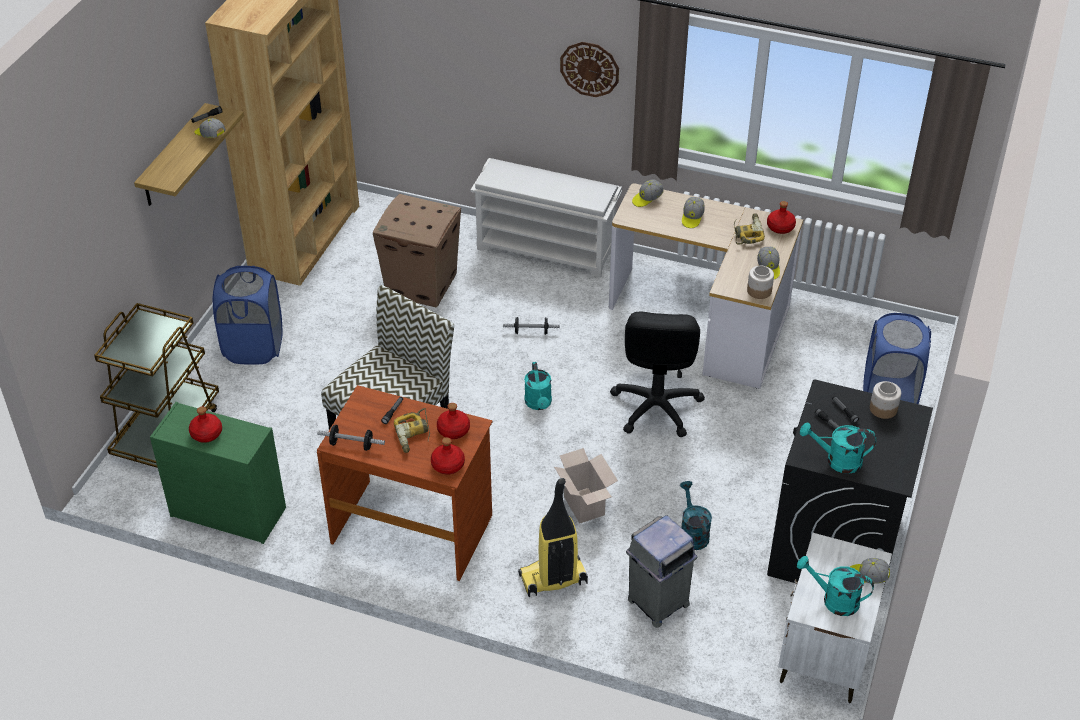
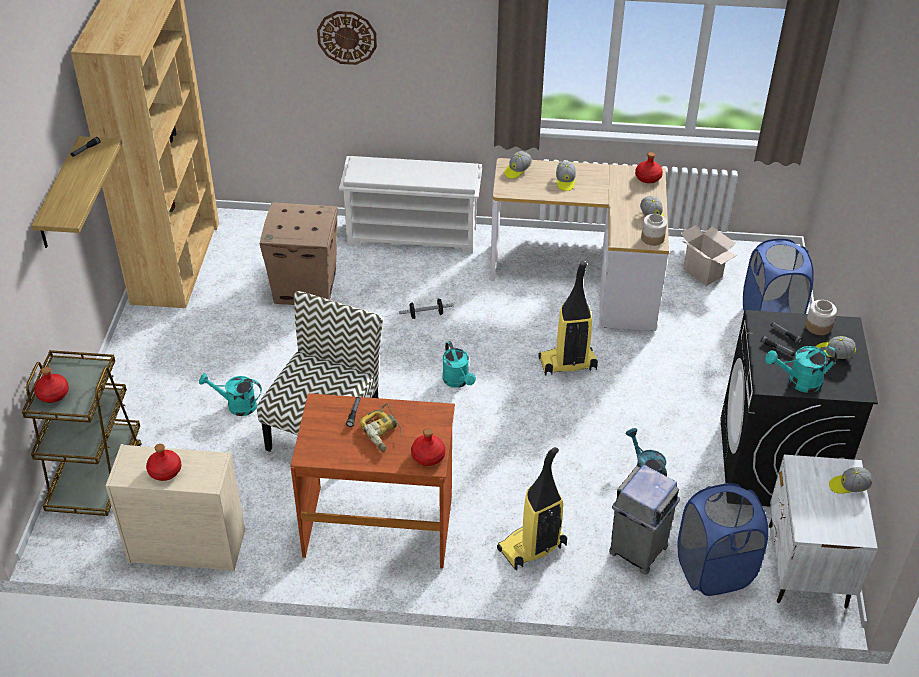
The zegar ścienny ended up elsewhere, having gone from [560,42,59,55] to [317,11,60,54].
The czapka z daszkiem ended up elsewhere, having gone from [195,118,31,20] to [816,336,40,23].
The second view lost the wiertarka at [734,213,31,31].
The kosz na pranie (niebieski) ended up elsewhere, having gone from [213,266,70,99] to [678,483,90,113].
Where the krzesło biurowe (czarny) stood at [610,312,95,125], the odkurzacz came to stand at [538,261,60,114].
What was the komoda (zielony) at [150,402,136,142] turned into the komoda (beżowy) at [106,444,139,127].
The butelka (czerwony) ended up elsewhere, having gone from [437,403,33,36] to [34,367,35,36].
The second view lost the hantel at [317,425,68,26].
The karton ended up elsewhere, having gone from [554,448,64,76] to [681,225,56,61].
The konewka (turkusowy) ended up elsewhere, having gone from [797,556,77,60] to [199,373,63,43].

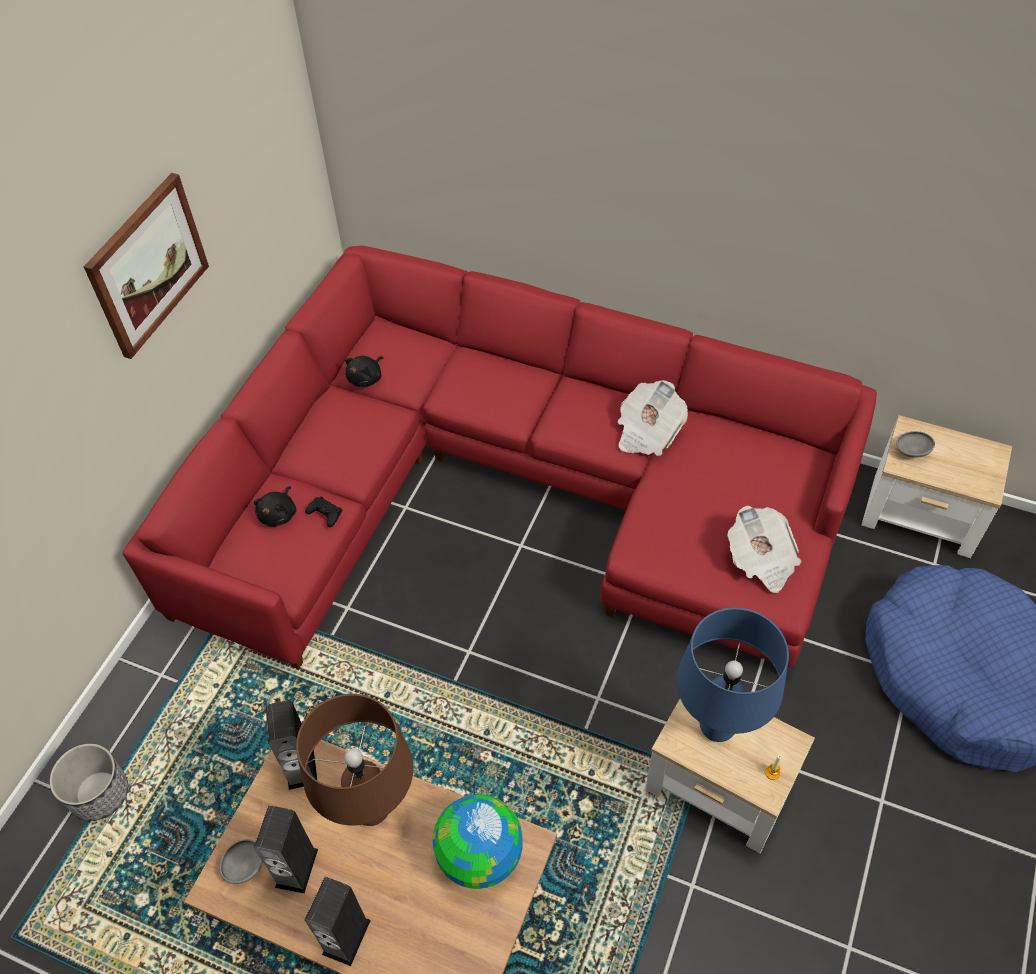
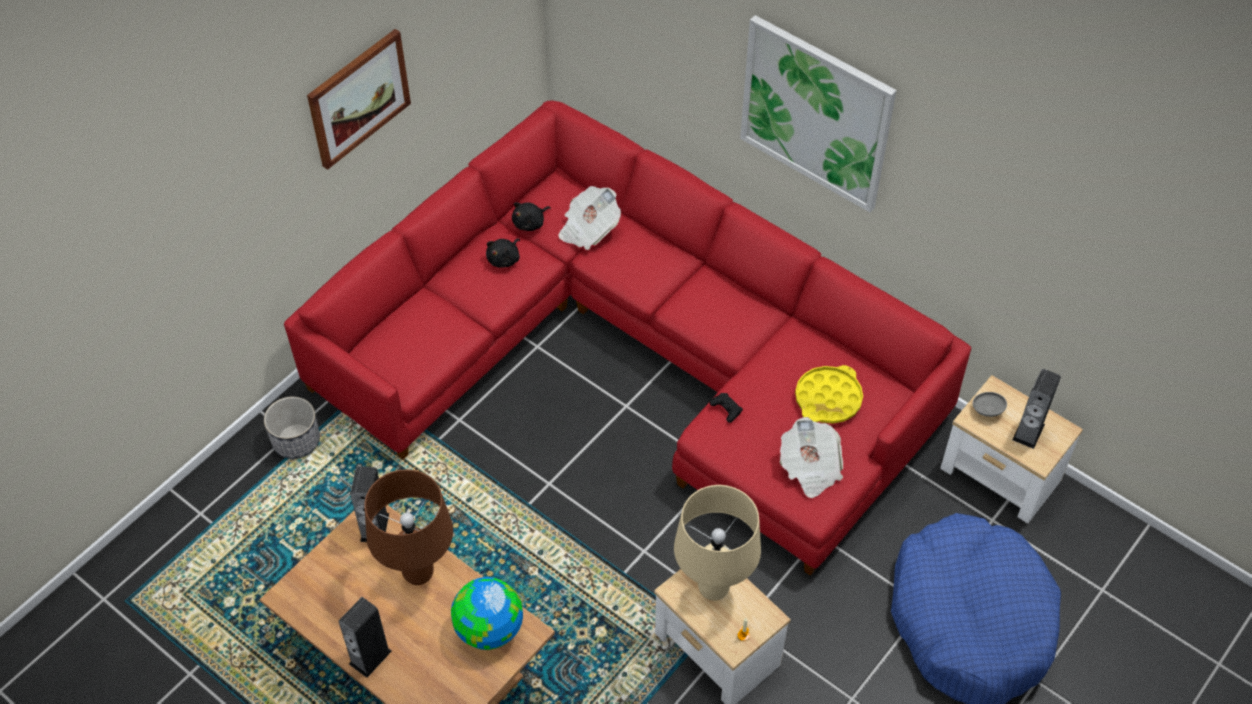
The gazeta ended up elsewhere, having gone from [618,380,70,76] to [558,186,63,64].
The pluszak (czarny) ended up elsewhere, having gone from [254,486,43,41] to [486,238,34,30].
The pad do gier (czarny) ended up elsewhere, having gone from [305,497,37,30] to [710,393,33,30].
What was the lampa stołowa (niebieski) at [677,608,112,134] turned into the lampa stołowa (beżowy) at [674,485,87,116].
The donica ended up elsewhere, having gone from [50,744,78,77] to [264,397,56,62].
The głośnik ended up elsewhere, having gone from [254,806,64,88] to [1012,369,49,80].
The second view lost the miska (szary) at [220,839,43,45].
The second view gained the obraz at [740,15,157,197].
The second view gained the taca (żółty) at [795,365,68,58].

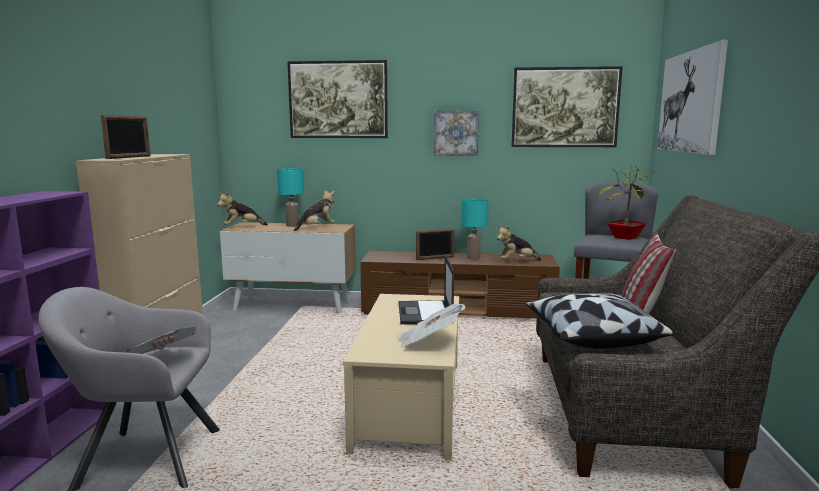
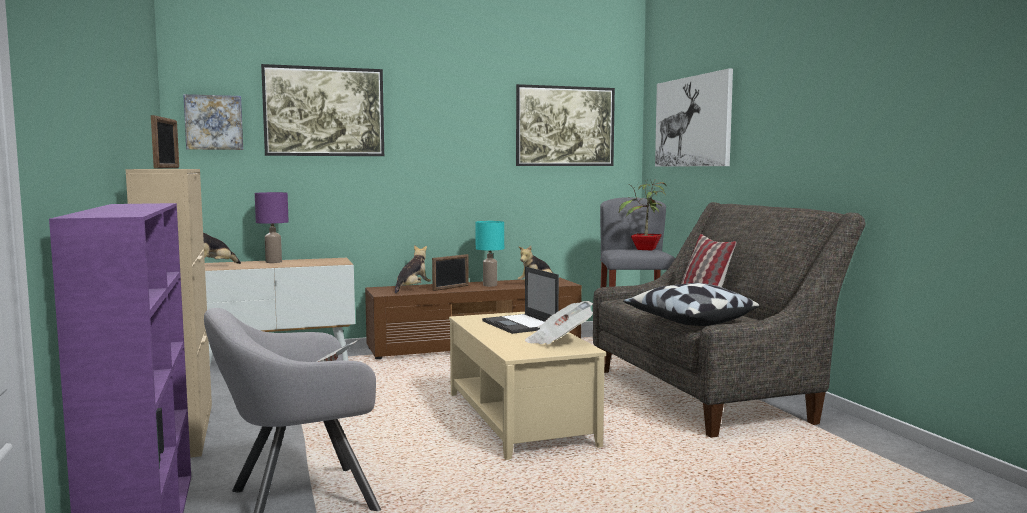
The obraz ended up elsewhere, having gone from [434,110,45,46] to [183,94,60,56].
What was the lampa stołowa (turkusowy) at [277,168,27,59] turned into the lampa stołowa (fioletowy) at [255,192,34,71].
The pluszak ended up elsewhere, having gone from [294,189,41,42] to [395,245,36,49].

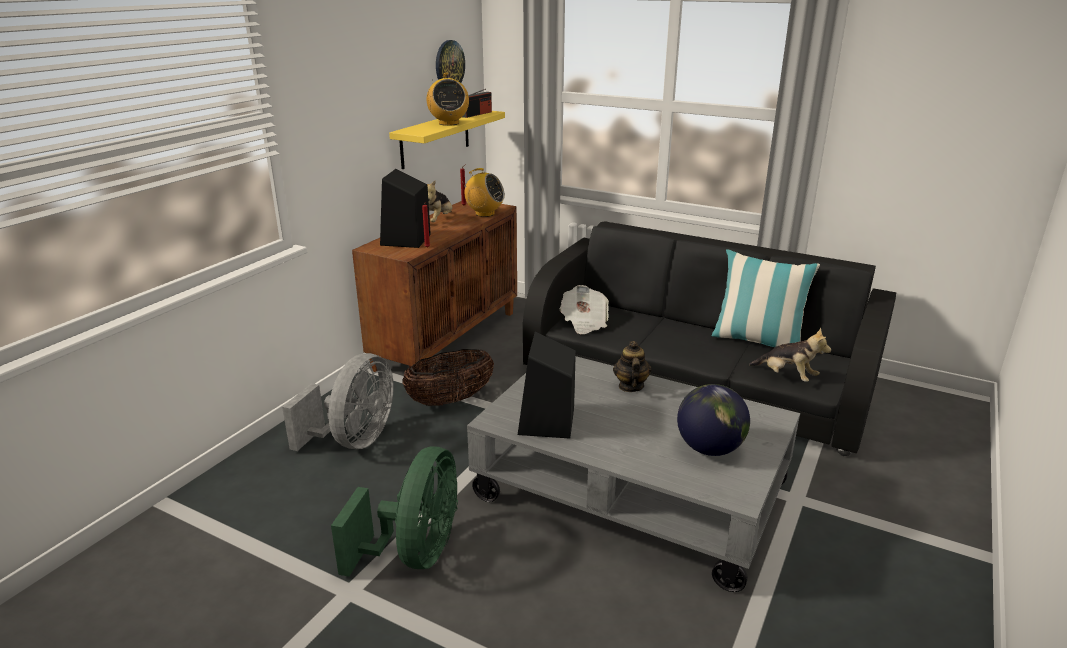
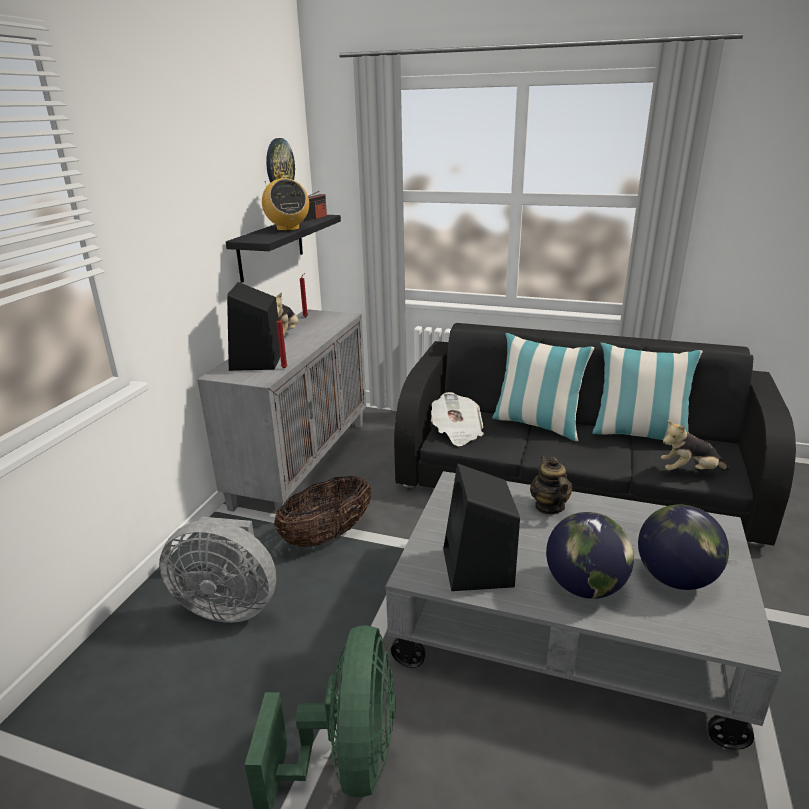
What was the półka (żółty) at [389,111,116,58] turned into the półka (czarny) at [226,215,115,68].
The second view lost the radio at [460,168,45,49].
What was the szafka (brązowy) at [352,201,165,171] turned into the szafka (szary) at [197,309,169,203].
The pluszak at [749,328,82,54] ended up facing another way, 150 degrees clockwise from before.
The wentylator (szary) at [282,353,112,98] ended up facing another way, 90 degrees clockwise from before.
The second view gained the poduszka at [492,333,102,108].
The second view gained the globus at [546,512,88,87].

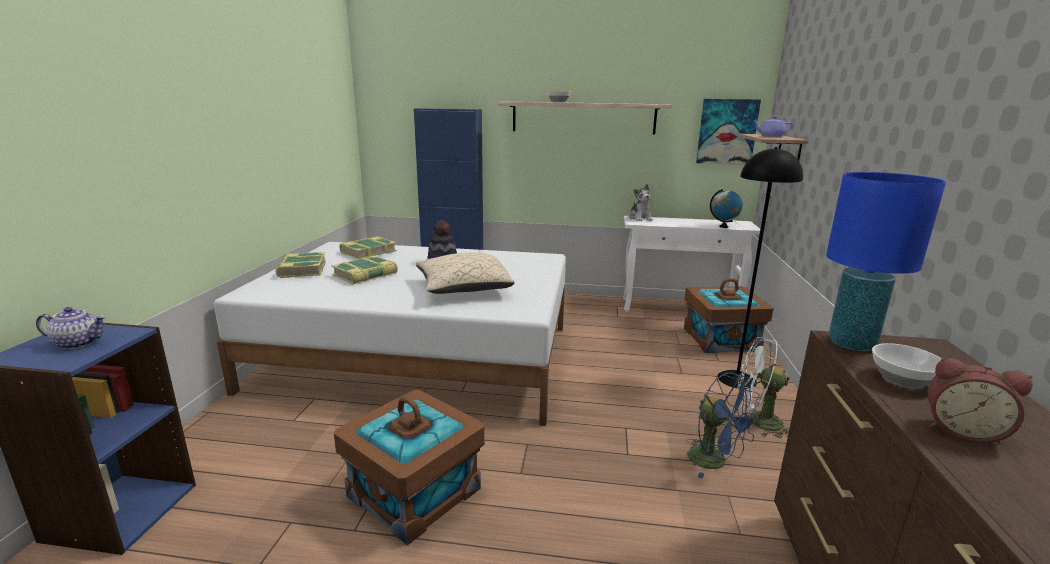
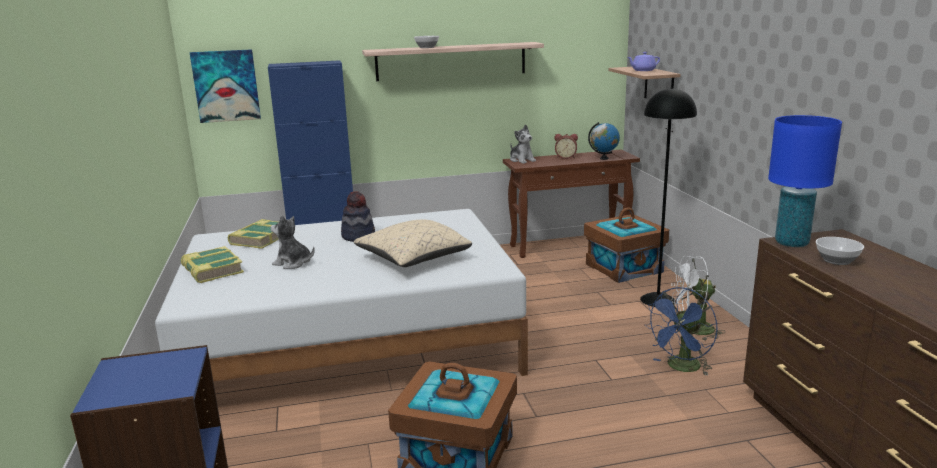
The obraz ended up elsewhere, having gone from [696,99,65,66] to [190,49,71,74].
What was the stolik konsolowy (biały) at [623,216,137,96] turned into the stolik konsolowy (brązowy) at [503,150,137,108].
Where the książka stood at [331,256,67,28], the pluszak came to stand at [271,215,44,54].
The second view lost the imbryk at [36,307,70,42].
The budzik ended up elsewhere, having gone from [927,358,106,86] to [555,134,23,25].
The wentylator (niebieski) at [686,372,74,107] ended up facing another way, 105 degrees clockwise from before.

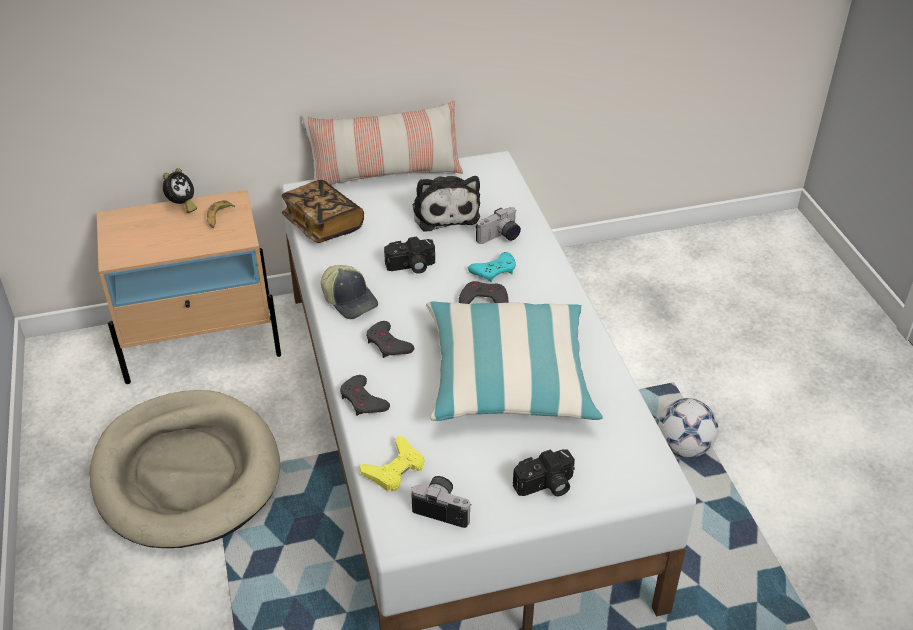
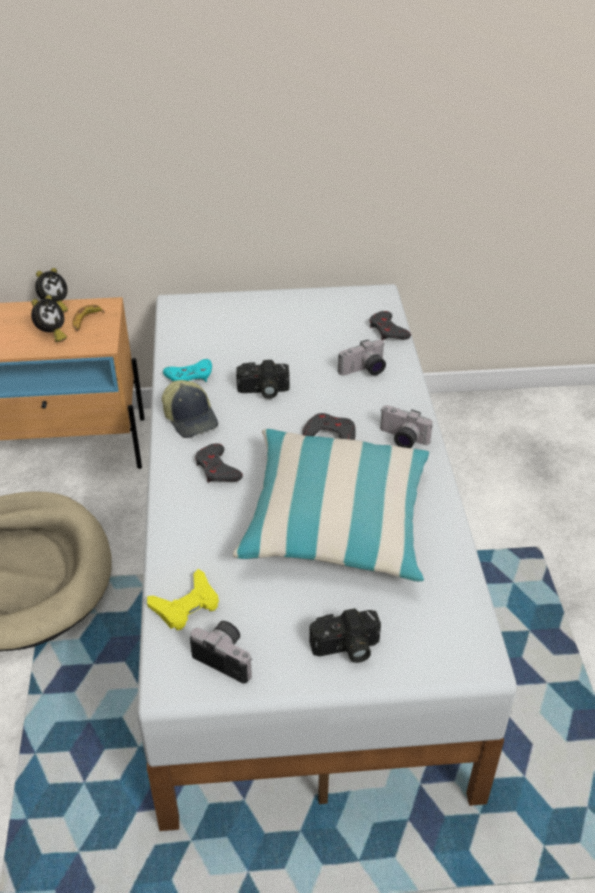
The second view lost the poduszka at [302,101,161,84].
The second view lost the pluszak at [412,176,68,56].
The second view lost the książka at [282,180,82,63].
The pad do gier (turkusowy) ended up elsewhere, having gone from [468,252,48,30] to [163,359,49,23].
The pad do gier (szary) ended up elsewhere, having gone from [340,375,50,41] to [370,311,41,29].
The second view lost the piłka futbolowa at [658,398,60,60].
The second view gained the budzik at [31,295,36,47].
The second view gained the aparat fotograficzny at [380,405,53,43].

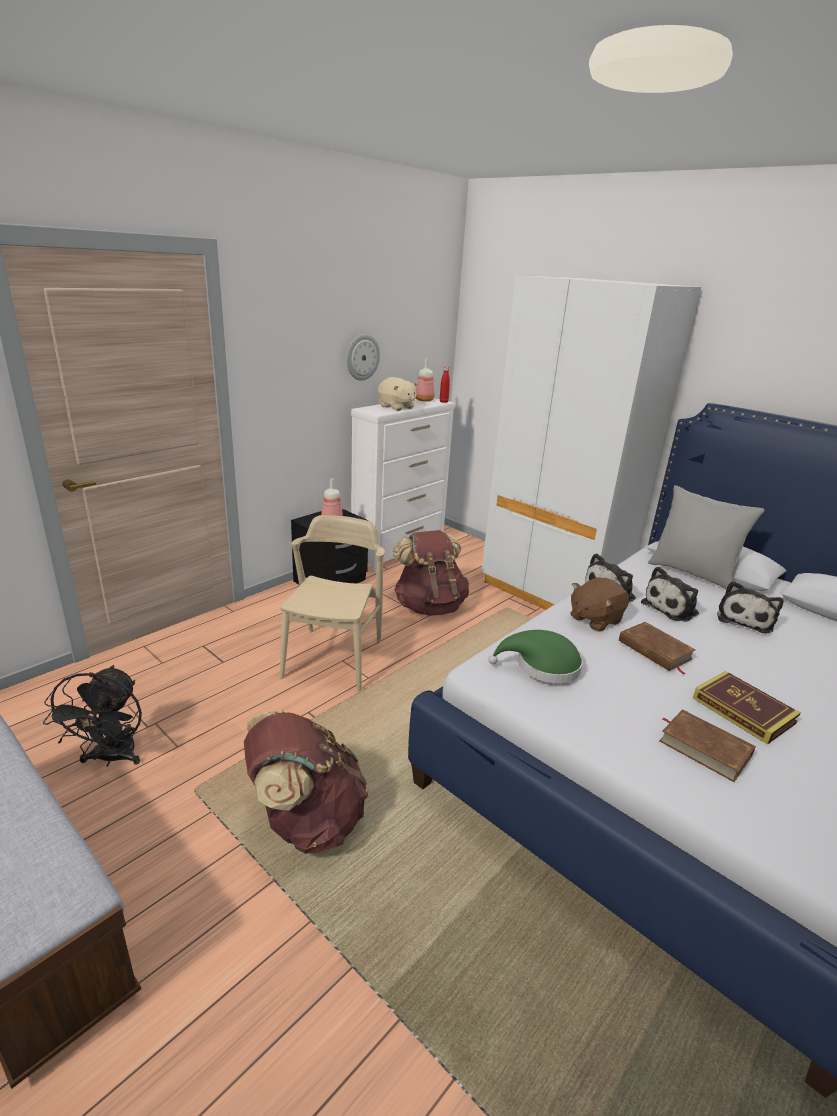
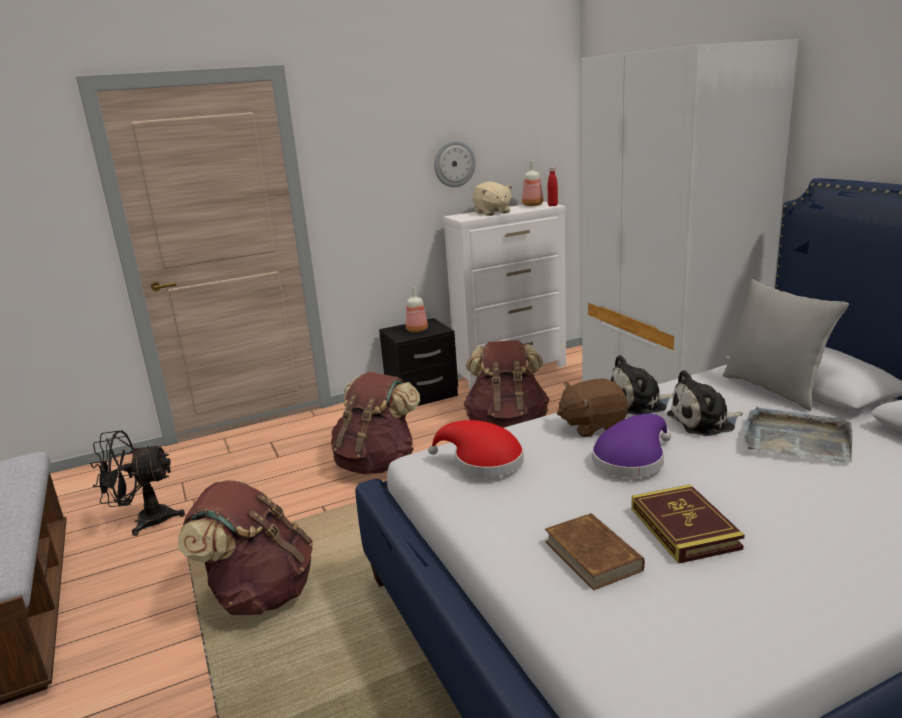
Where the krzesło (beżowy) stood at [280,515,105,176], the plecak (brązowy) came to stand at [331,372,89,102].
Where the pluszak stood at [717,581,66,53], the taca (szary) came to stand at [744,406,109,57].
Where the książka (brązowy) stood at [619,622,76,53], the kapelusz (fioletowy) came to stand at [592,414,79,64].
What was the kapelusz (zielony) at [488,630,95,53] turned into the kapelusz (czerwony) at [428,420,96,57].
The wentylator (czarny) at [43,665,99,102] ended up facing another way, 60 degrees clockwise from before.

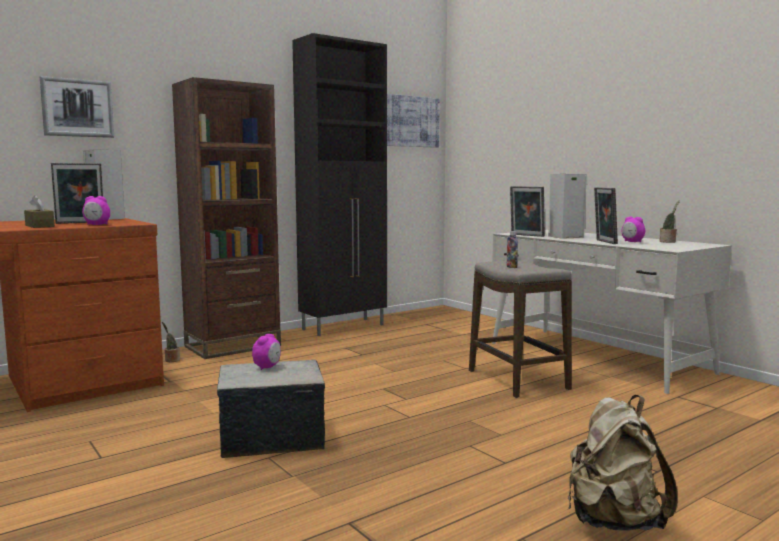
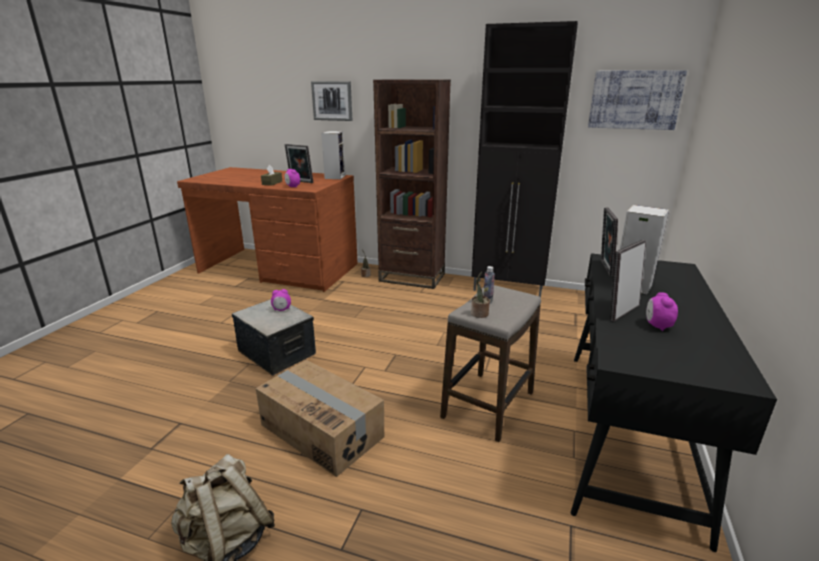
The roślina doniczkowa ended up elsewhere, having gone from [659,200,21,43] to [471,272,19,46].
What was the biurko (biały) at [492,230,240,164] turned into the biurko (czarny) at [570,253,207,299].
The second view gained the karton at [256,360,128,117].

